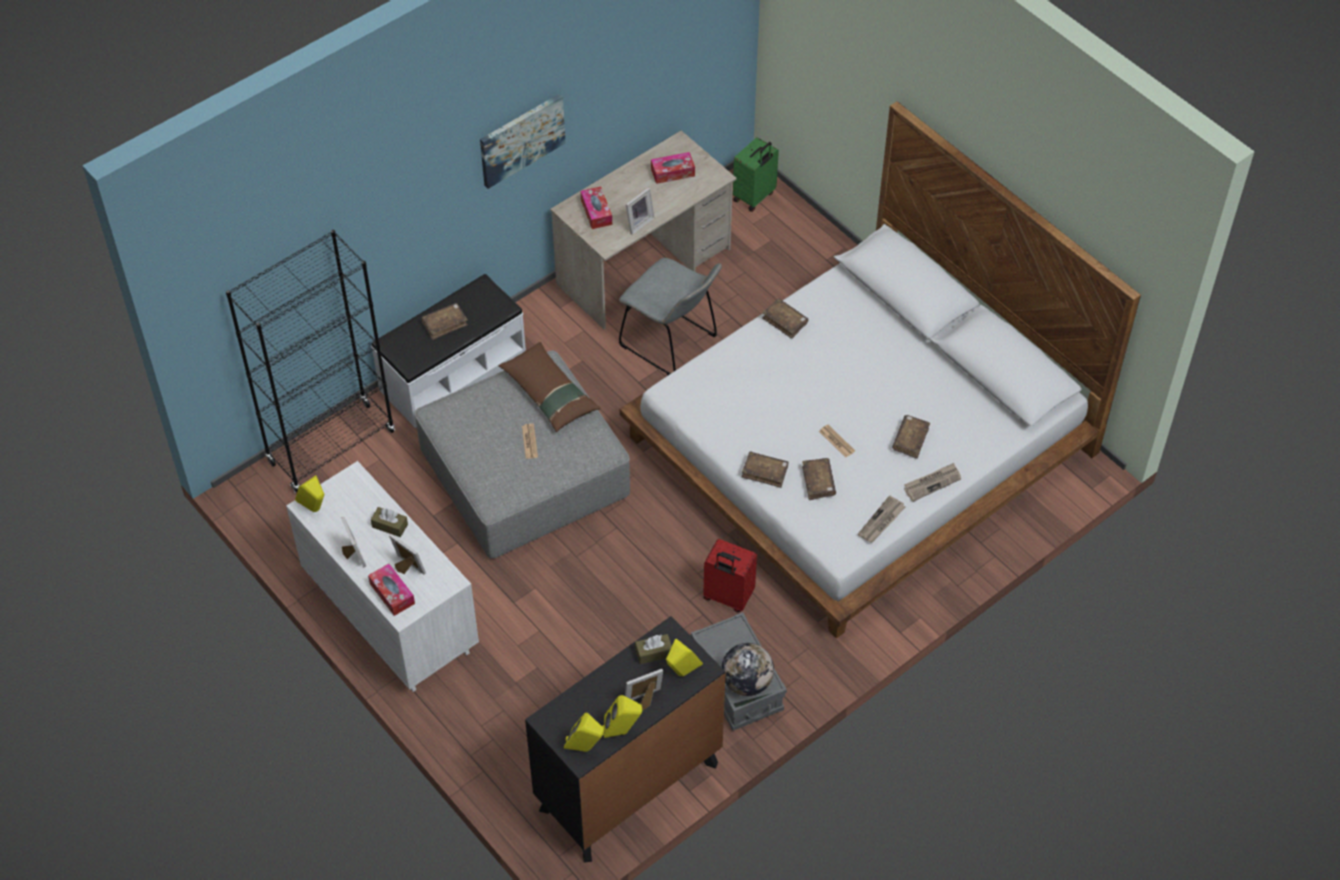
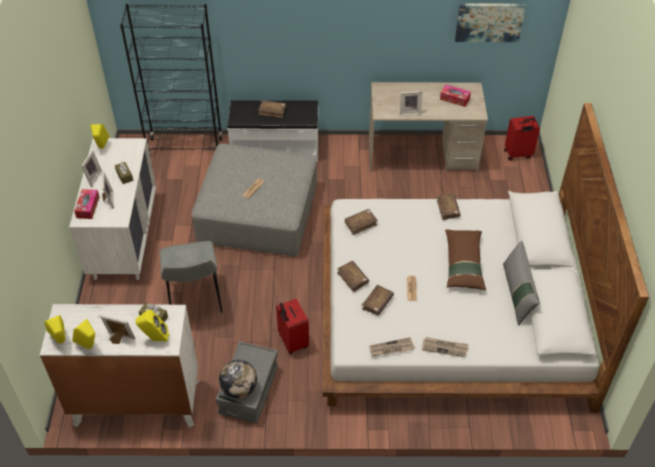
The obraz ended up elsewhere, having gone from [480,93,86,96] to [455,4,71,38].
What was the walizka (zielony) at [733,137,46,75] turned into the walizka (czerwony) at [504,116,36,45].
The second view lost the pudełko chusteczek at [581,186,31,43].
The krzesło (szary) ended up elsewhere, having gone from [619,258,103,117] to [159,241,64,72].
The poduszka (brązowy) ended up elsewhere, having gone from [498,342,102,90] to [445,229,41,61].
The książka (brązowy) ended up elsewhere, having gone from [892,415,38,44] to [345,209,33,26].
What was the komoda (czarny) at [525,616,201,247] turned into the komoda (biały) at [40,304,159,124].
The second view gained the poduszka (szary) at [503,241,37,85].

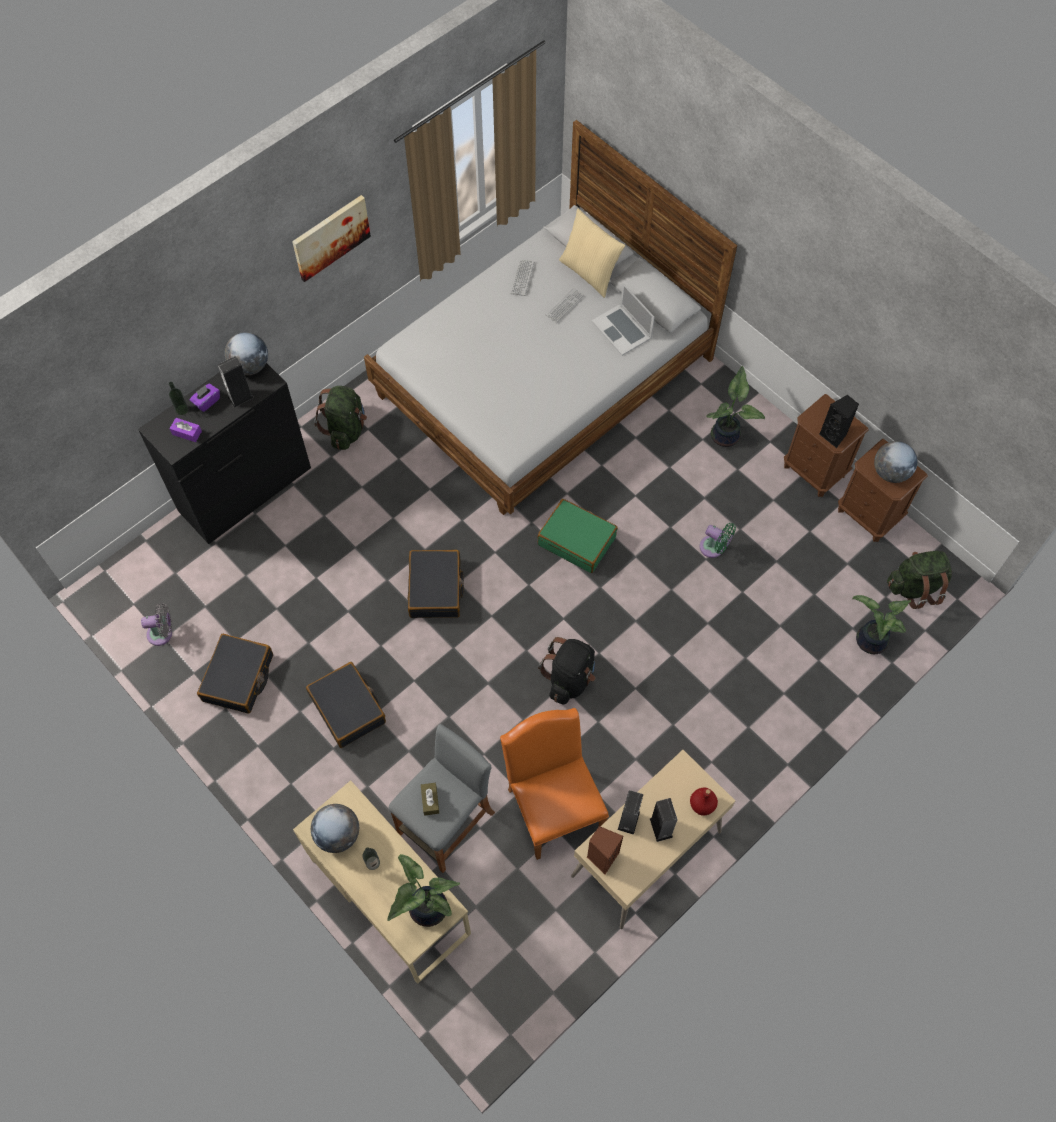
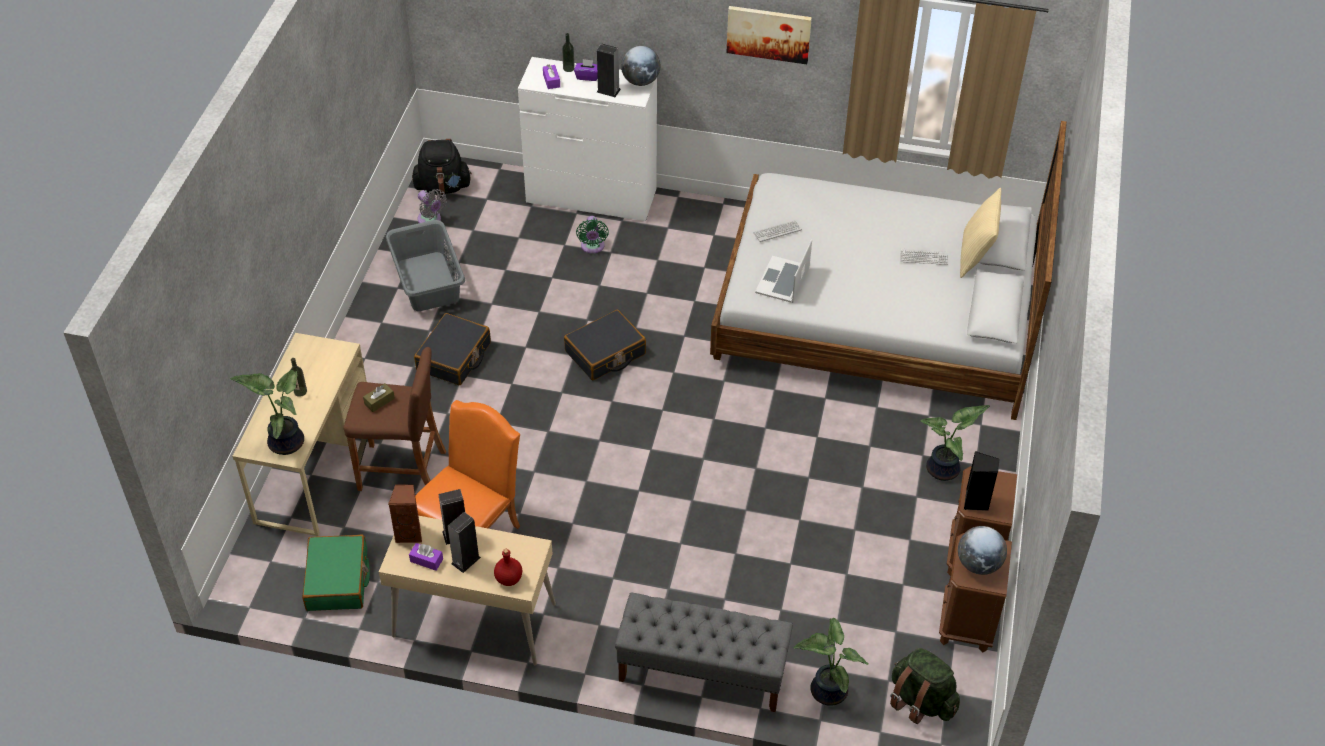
The klawiatura ended up elsewhere, having gone from [510,260,24,36] to [753,220,49,22].
The laptop ended up elsewhere, having gone from [592,283,63,73] to [755,240,57,63].
What was the komoda (czarny) at [138,363,173,181] turned into the komoda (biały) at [518,57,139,164].
The second view lost the plecak (zielony) at [314,386,53,64].
The walizka (zielony) ended up elsewhere, having gone from [537,499,81,74] to [302,535,68,76].
The wentylator (zielony) ended up elsewhere, having gone from [700,523,36,35] to [576,216,33,38].
Where the walizka (czarny) stood at [197,634,76,80], the kosz na pranie (szary) came to stand at [386,220,79,91].
The plecak (czarny) ended up elsewhere, having gone from [538,637,57,67] to [412,139,60,56].
What was the stołek (szary) at [388,724,107,149] turned into the stołek (brązowy) at [343,347,103,144].
The second view lost the globus at [311,804,48,49].
The second view gained the pudełko chusteczek (fioletowy) at [409,543,34,28].
The second view gained the ławka (szary) at [615,593,178,119].

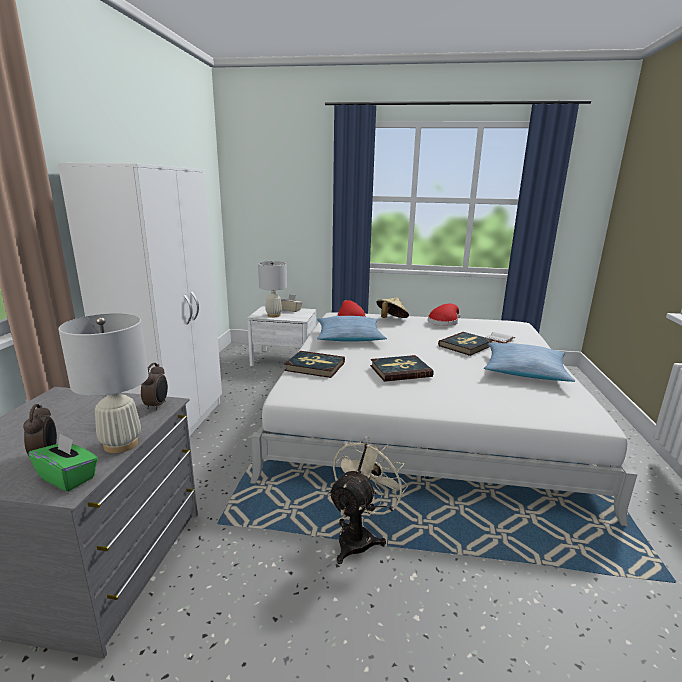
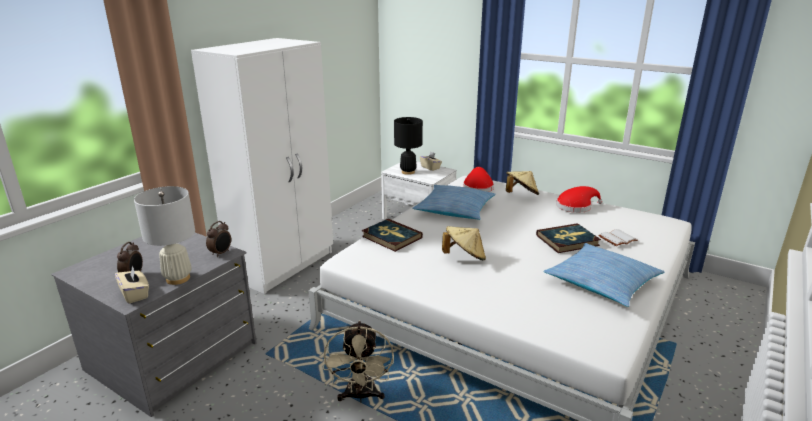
What was the lampa stołowa (biały) at [258,261,29,56] turned into the lampa stołowa (czarny) at [394,117,29,58].
Where the książka stood at [370,355,63,27], the kapelusz (beżowy) came to stand at [442,226,44,34].
What was the pudełko chusteczek (zielony) at [28,433,70,59] turned into the pudełko chusteczek (beżowy) at [115,266,34,38].
The wentylator (beżowy) at [328,436,80,128] ended up facing another way, 120 degrees clockwise from before.

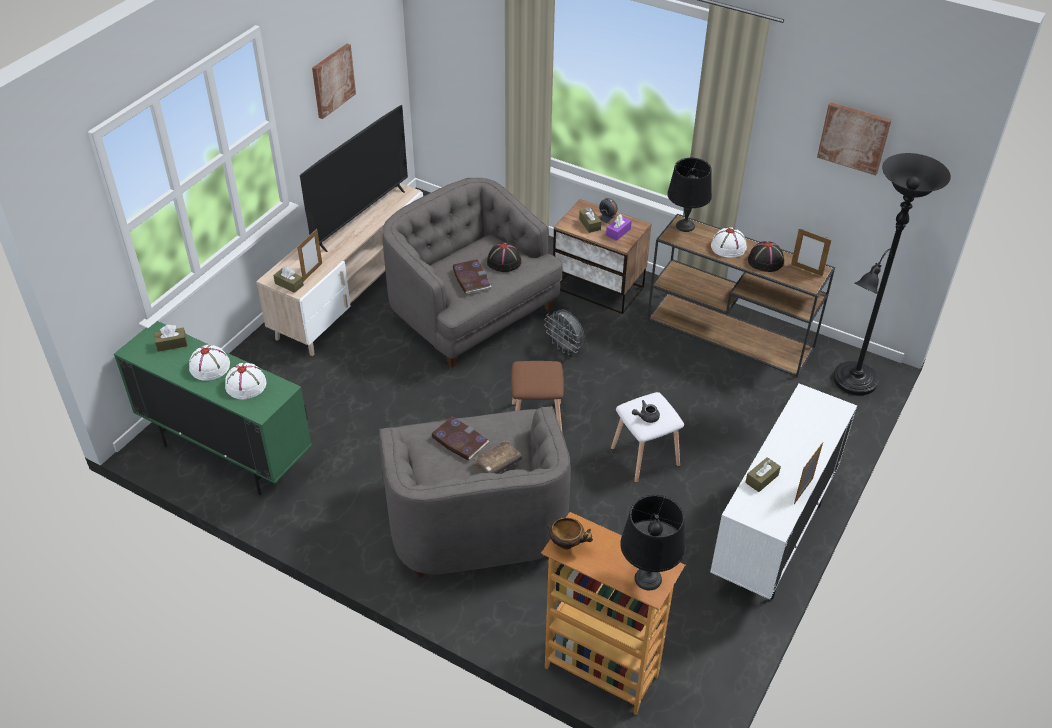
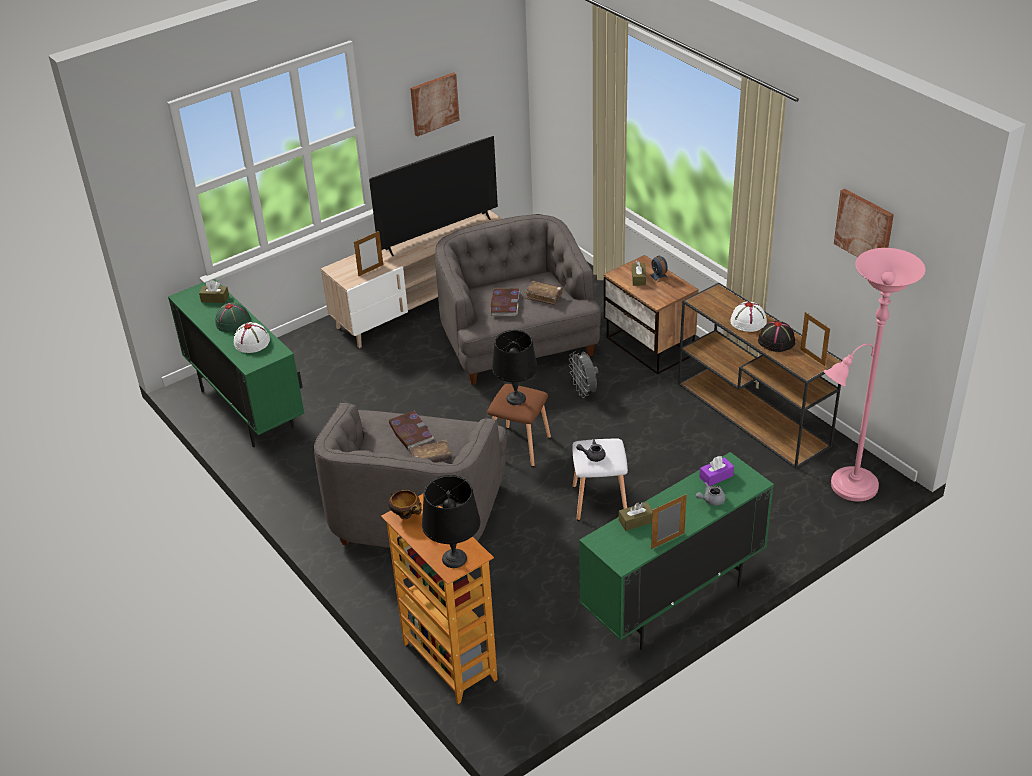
What was the lampa stojąca (czarny) at [833,153,118,242] turned into the lampa stojąca (różowy) at [824,248,101,254].
The lampa stołowa (czarny) ended up elsewhere, having gone from [667,158,45,74] to [492,330,46,75].
The pudełko chusteczek (fioletowy) ended up elsewhere, having gone from [606,214,26,27] to [699,456,35,30].
Where the kapelusz (czarny) stood at [487,243,34,29], the książka (brązowy) came to stand at [524,281,39,24].
The second view lost the pudełko chusteczek (brązowy) at [273,266,31,27].
What was the kapelusz (biały) at [189,345,41,36] turned into the kapelusz (zielony) at [215,302,36,31].
What was the szafka (biały) at [710,383,147,217] turned into the szafka (zielony) at [579,452,195,198].
The second view gained the imbryk (szary) at [696,482,29,24].

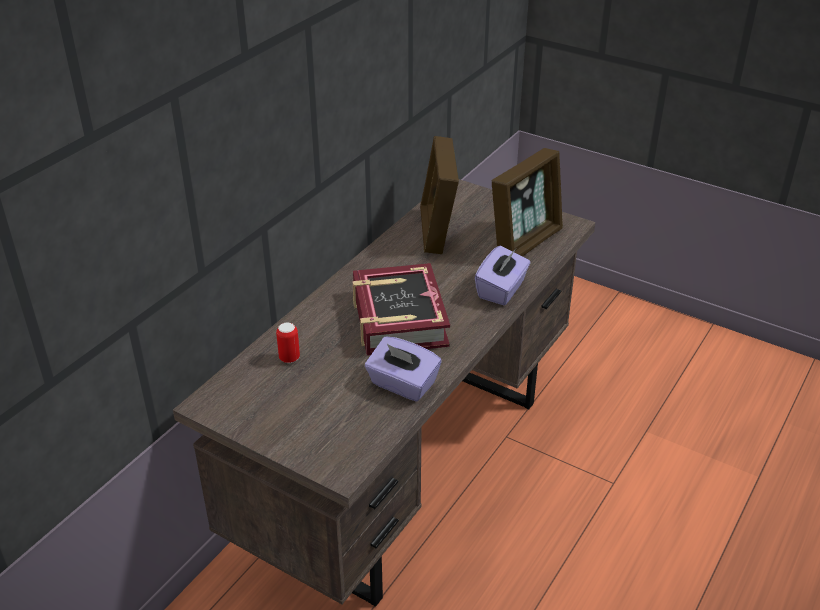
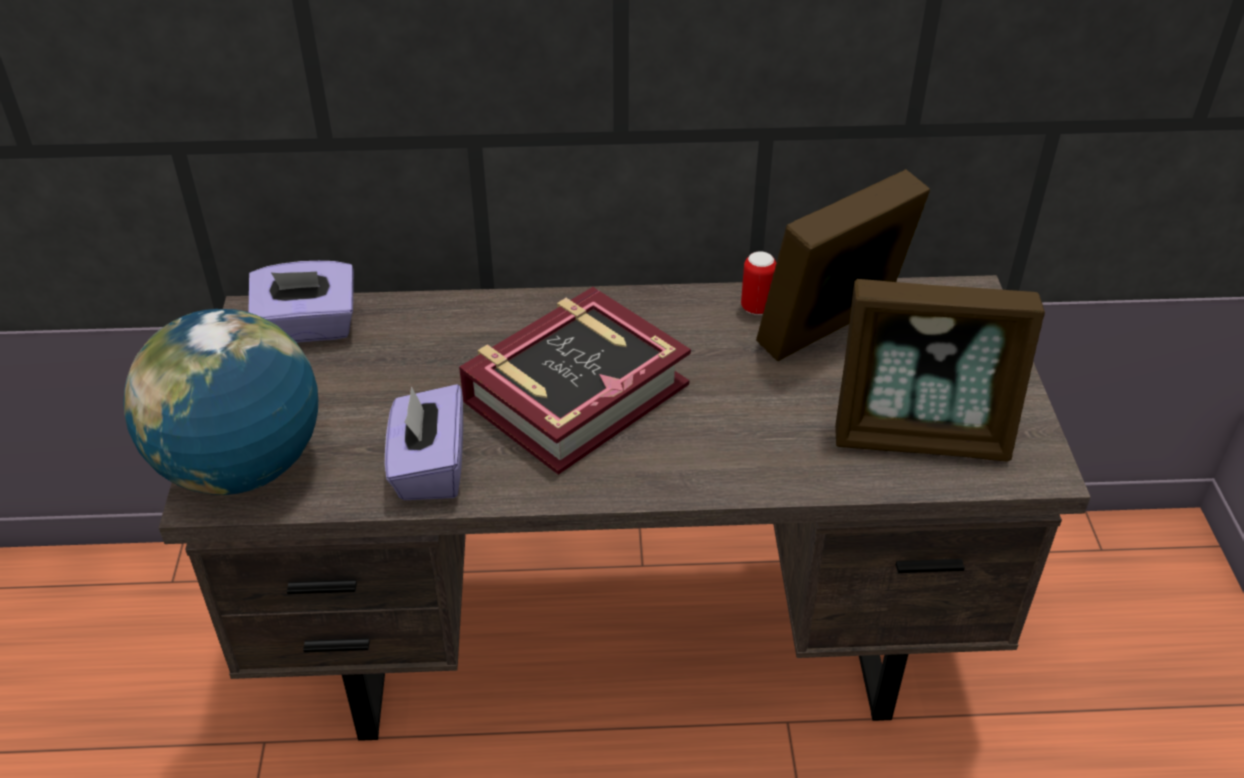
The pudełko chusteczek (fioletowy) ended up elsewhere, having gone from [475,246,56,59] to [248,261,106,82].
The puszka ended up elsewhere, having gone from [276,322,24,41] to [741,251,35,64].
The second view gained the globus at [123,309,195,186].

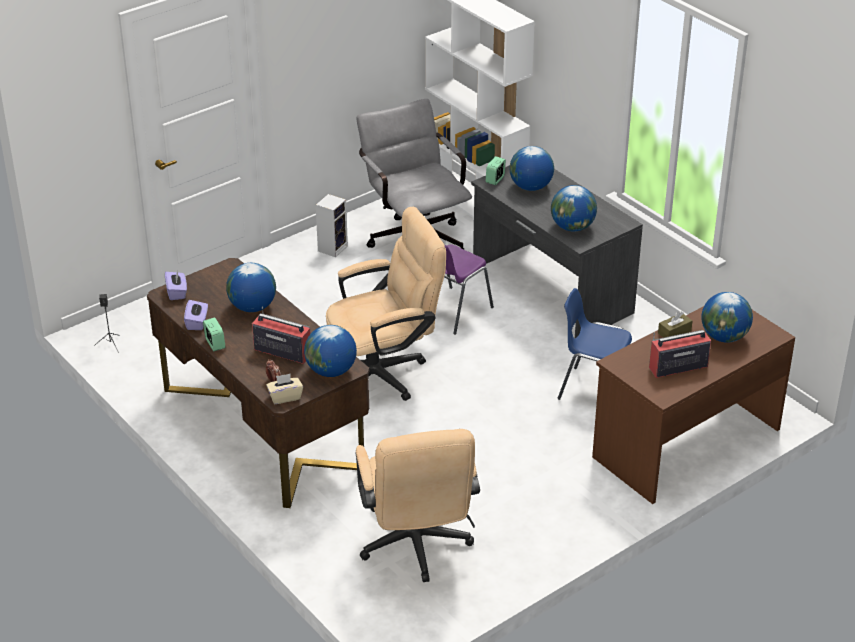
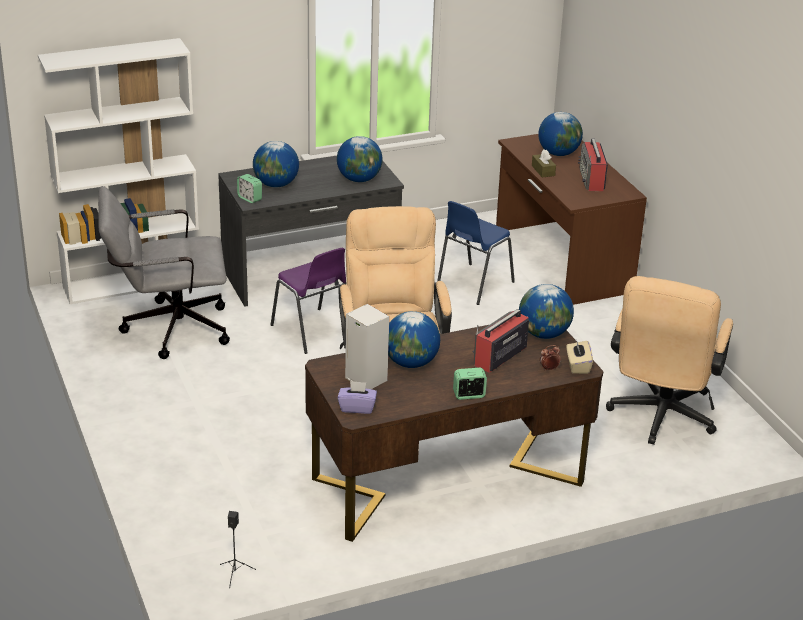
The głośnik ended up elsewhere, having gone from [316,194,32,63] to [345,304,44,85].
The second view lost the pudełko chusteczek (fioletowy) at [184,300,24,30].
The krzesło biurowe (beżowy) at [356,429,124,153] ended up facing another way, 105 degrees clockwise from before.

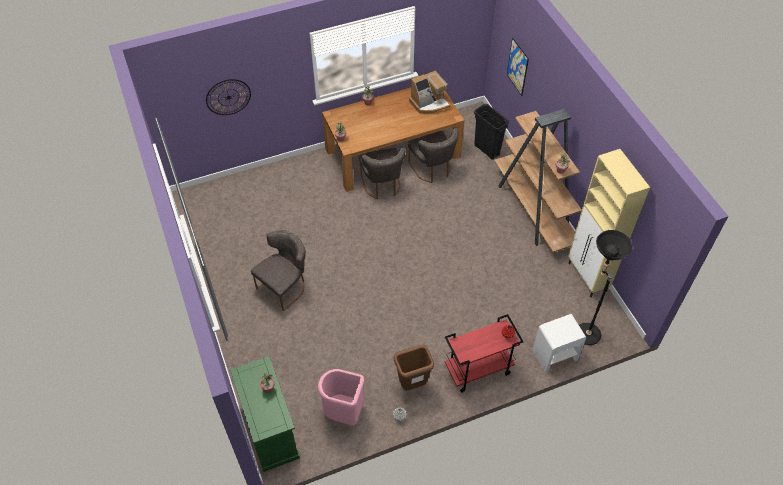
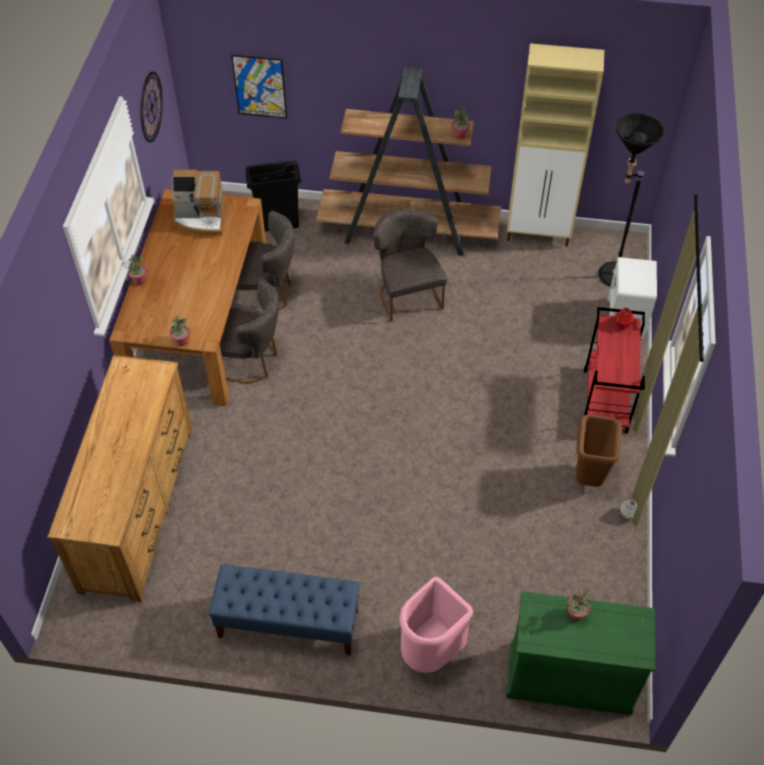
The ekspres do kawy at [409,71,42,43] ended up facing another way, 90 degrees clockwise from before.
The zegar ścienny ended up elsewhere, having gone from [206,79,45,36] to [140,72,23,70].
The krzesło (szary) ended up elsewhere, having gone from [251,230,55,81] to [373,209,74,113].
The kosz na śmieci (różowy) ended up elsewhere, having gone from [318,369,46,57] to [400,577,73,96].
The second view gained the komoda (brązowy) at [47,355,145,247].
The second view gained the ławka (niebieski) at [208,564,152,92].

